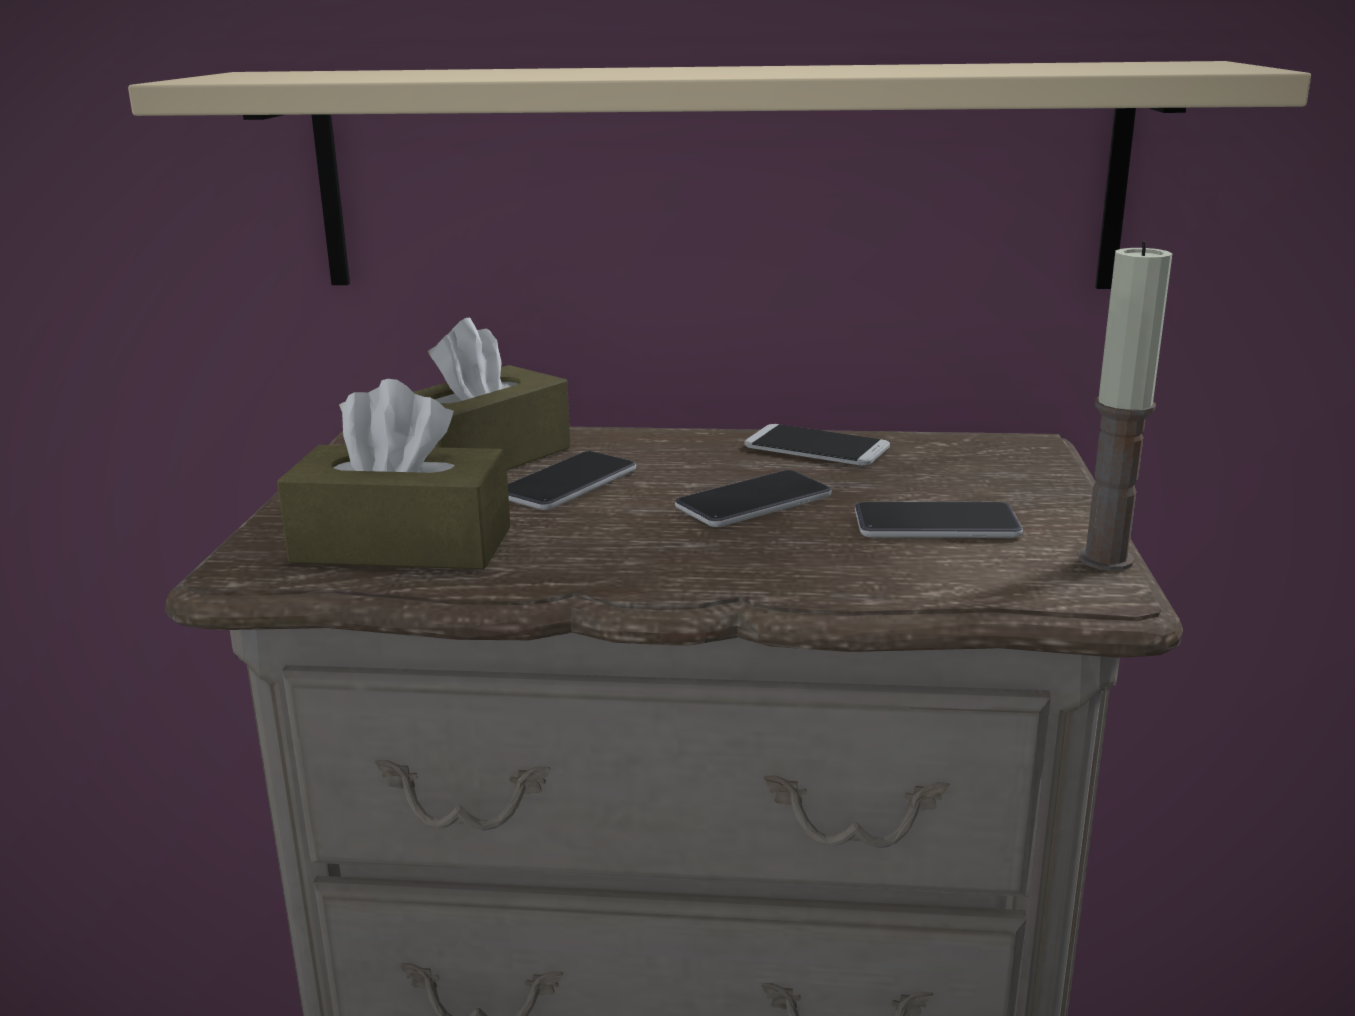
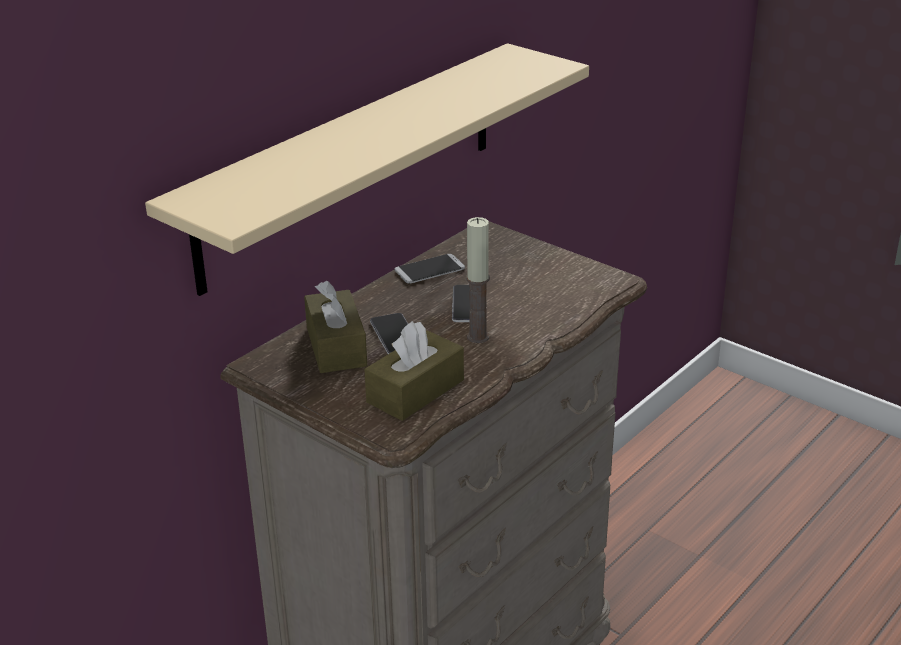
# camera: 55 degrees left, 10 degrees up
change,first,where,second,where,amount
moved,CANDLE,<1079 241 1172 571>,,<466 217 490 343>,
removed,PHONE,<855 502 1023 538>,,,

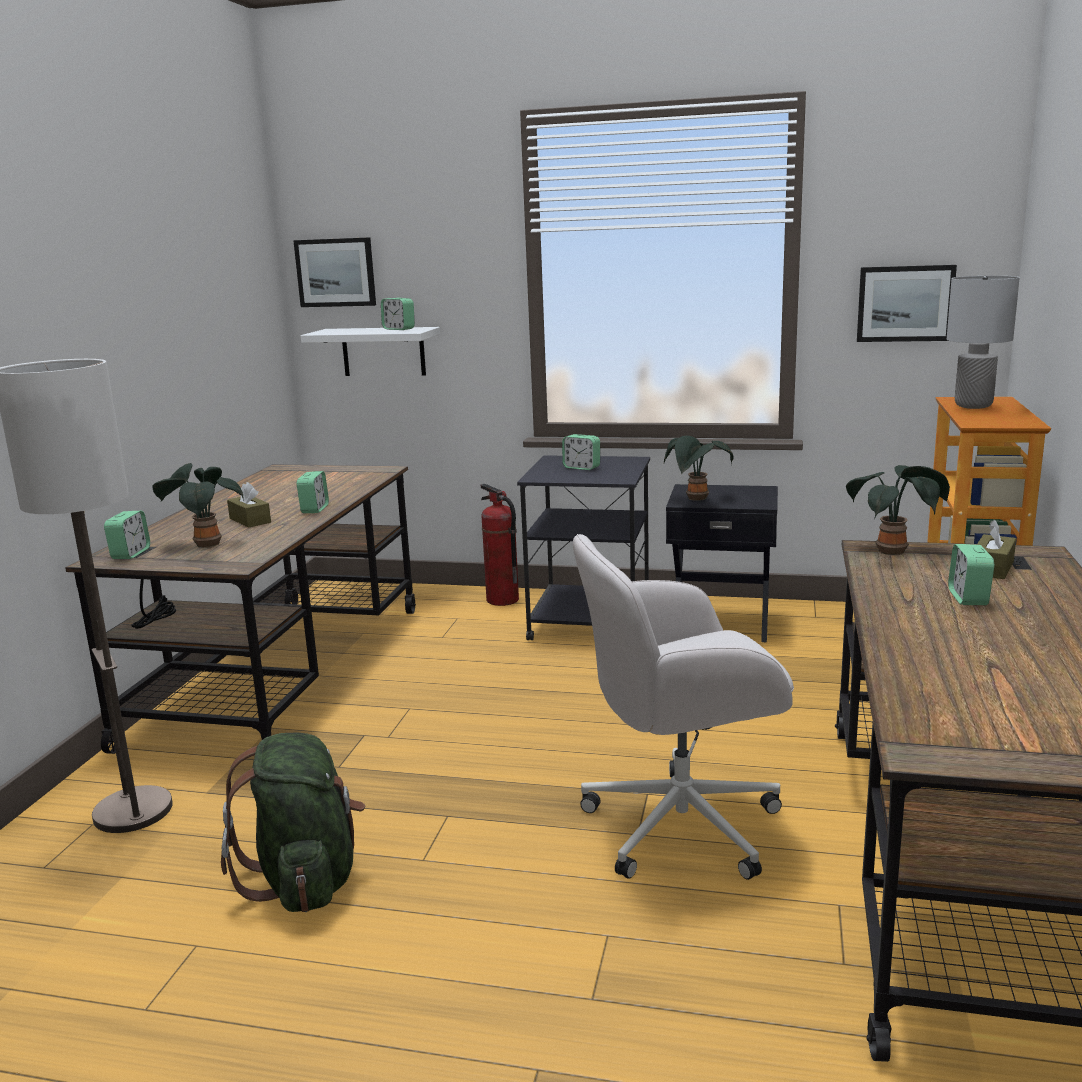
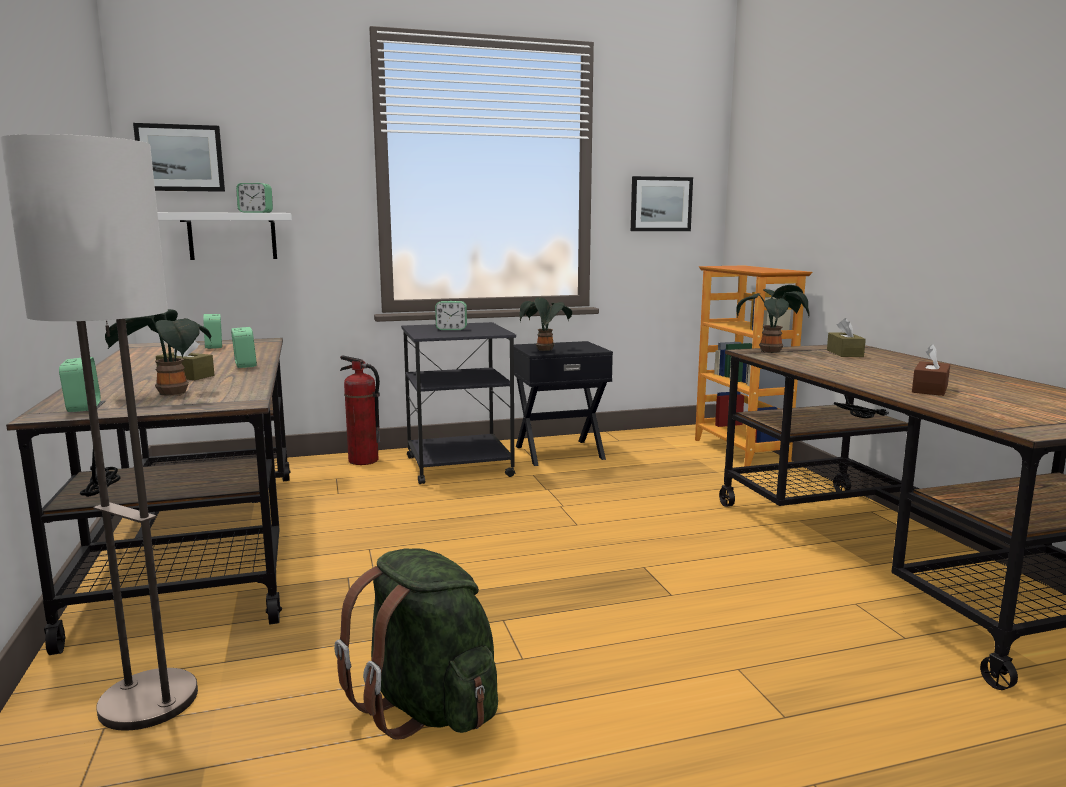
# camera: 30 degrees left, 5 degrees down
change,first,where,second,where,amount
moved,ALARM CLOCK,<948 544 994 605>,,<203 314 222 349>,
added,,,BROWN TISSUE BOX,<912 344 950 396>,
removed,WHITE OFFICE CHAIR,<573 534 794 880>,,,
removed,GREY TABLE LAMP,<947 276 1020 409>,,,

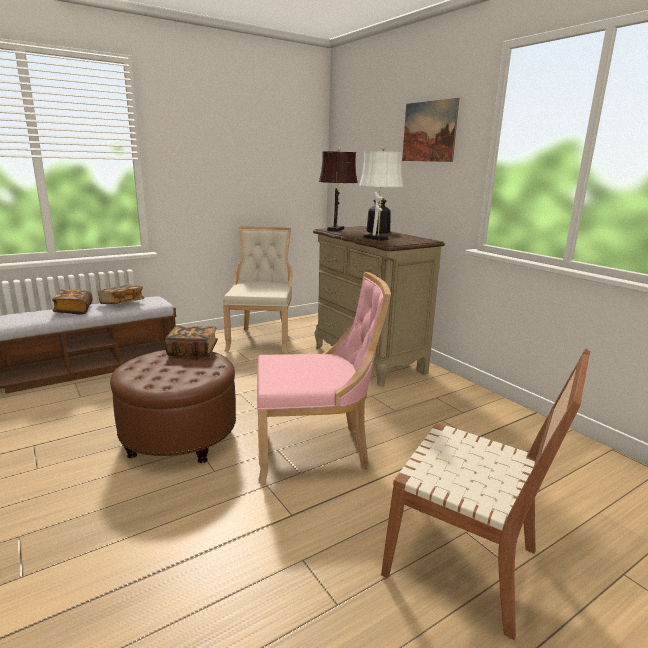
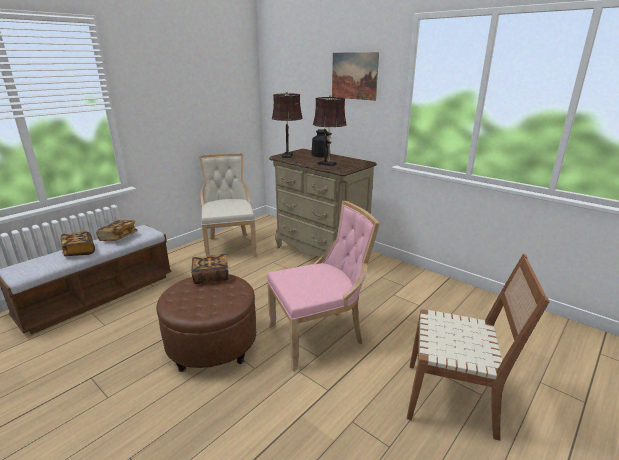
# camera: 15 degrees left, 5 degrees up
change,first,where,second,where,amount
recoloured,WHITE TABLE LAMP,<359 147 404 241>,BROWN TABLE LAMP,<313 94 347 167>,

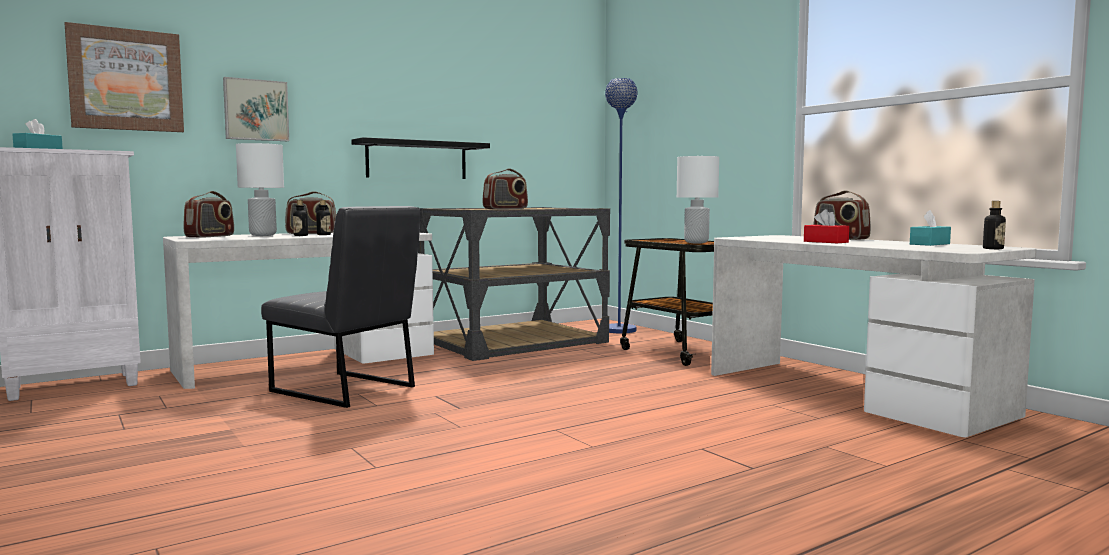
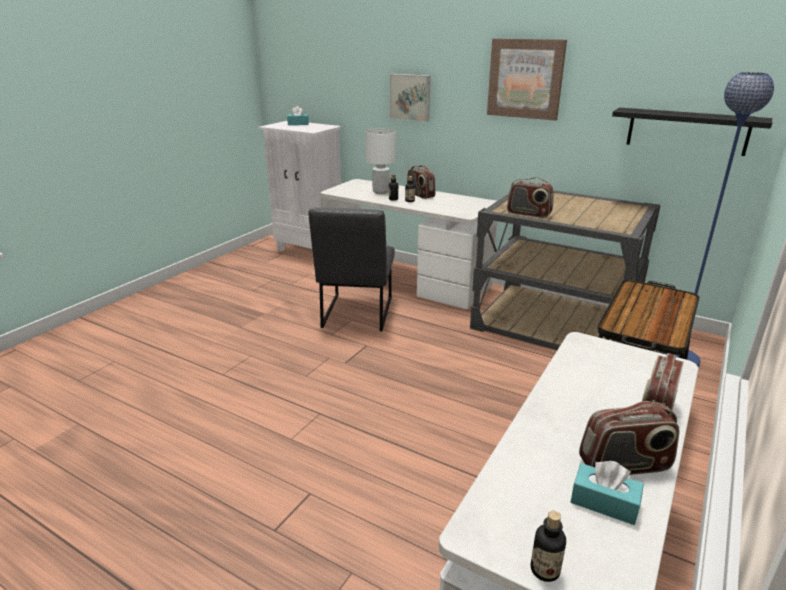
# camera: 65 degrees right, 20 degrees up
change,first,where,second,where,amount
moved,PICTURE,<64 22 184 132>,,<487 38 567 121>,
moved,RADIO,<183 191 234 238>,,<579 401 679 475>,
moved,BLACK SHELF,<351 137 490 179>,,<612 108 772 156>,
removed,WHITE TABLE LAMP,<677 156 719 244>,,,
removed,RED TISSUE BOX,<804 209 849 243>,,,

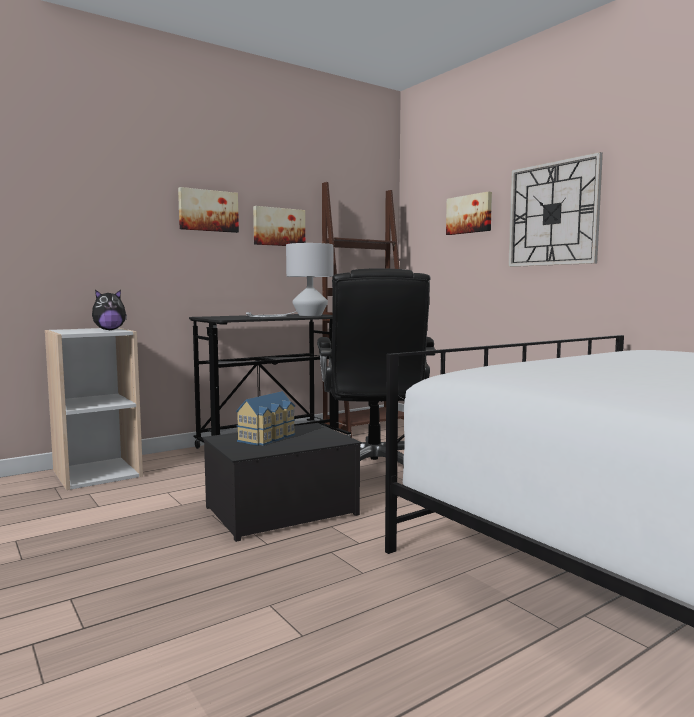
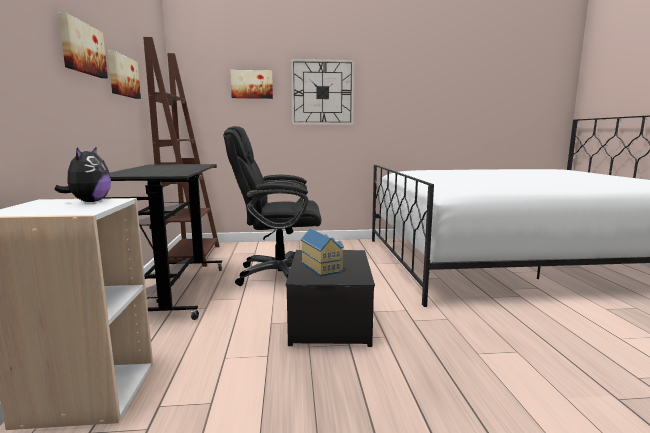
# camera: 60 degrees left, 5 degrees up
change,first,where,second,where,amount
turned,BLACK OFFICE CHAIR,<317 268 435 465>,,<223 126 321 286>,150 degrees clockwise
removed,WHITE TABLE LAMP,<246 243 333 317>,,,

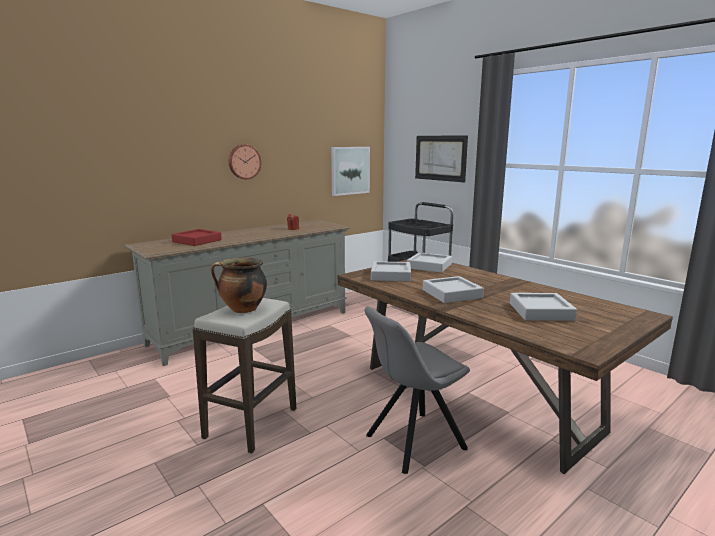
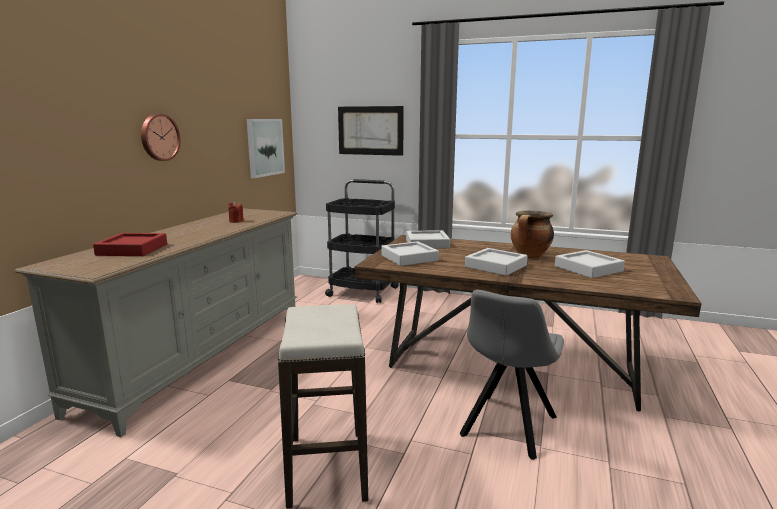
# camera: 30 degrees left, 0 degrees up
change,first,where,second,where,amount
moved,COOKING POT,<211 258 267 313>,,<511 211 554 258>,

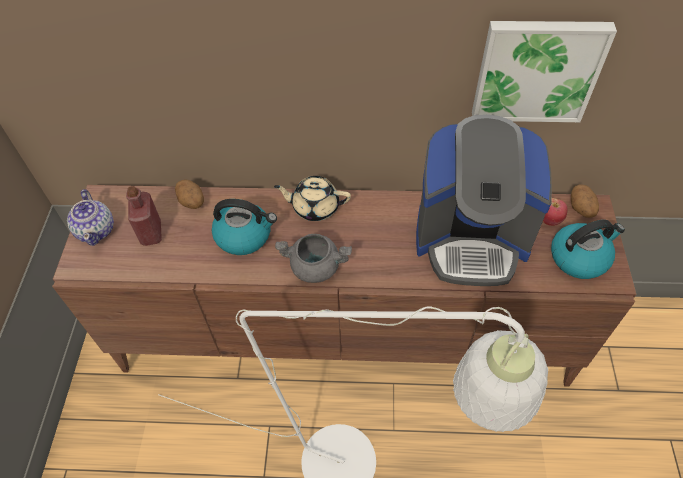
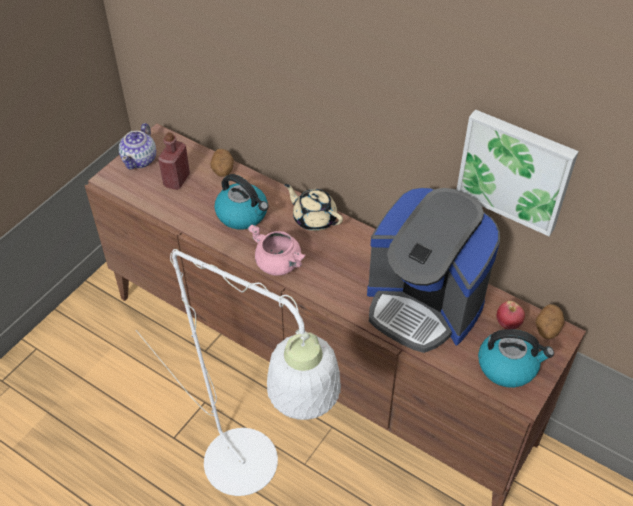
# camera: 30 degrees right, 5 degrees down
change,first,where,second,where,amount
recoloured,GREY COOKING POT,<275 234 352 283>,PINK COOKING POT,<248 225 305 276>,

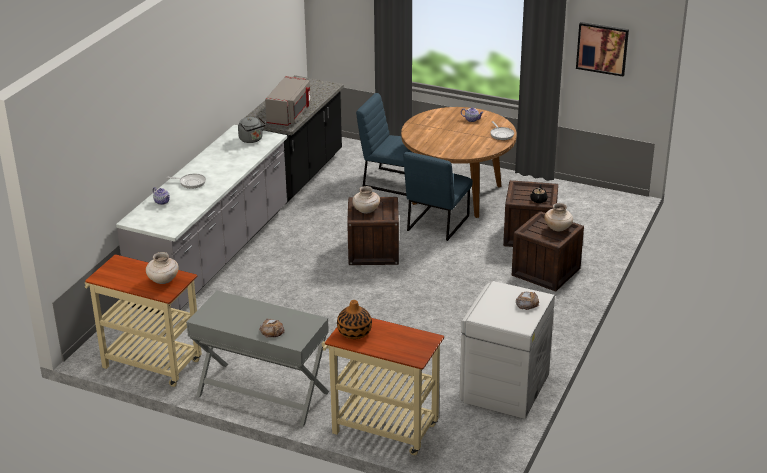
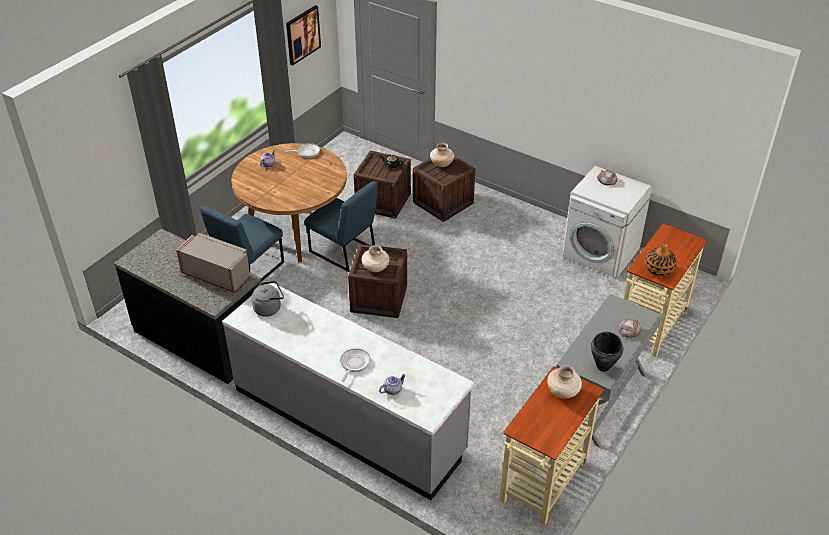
# camera: 80 degrees left, 10 degrees up
change,first,where,second,where,amount
added,,,BLACK COOKING POT,<591 332 624 372>,

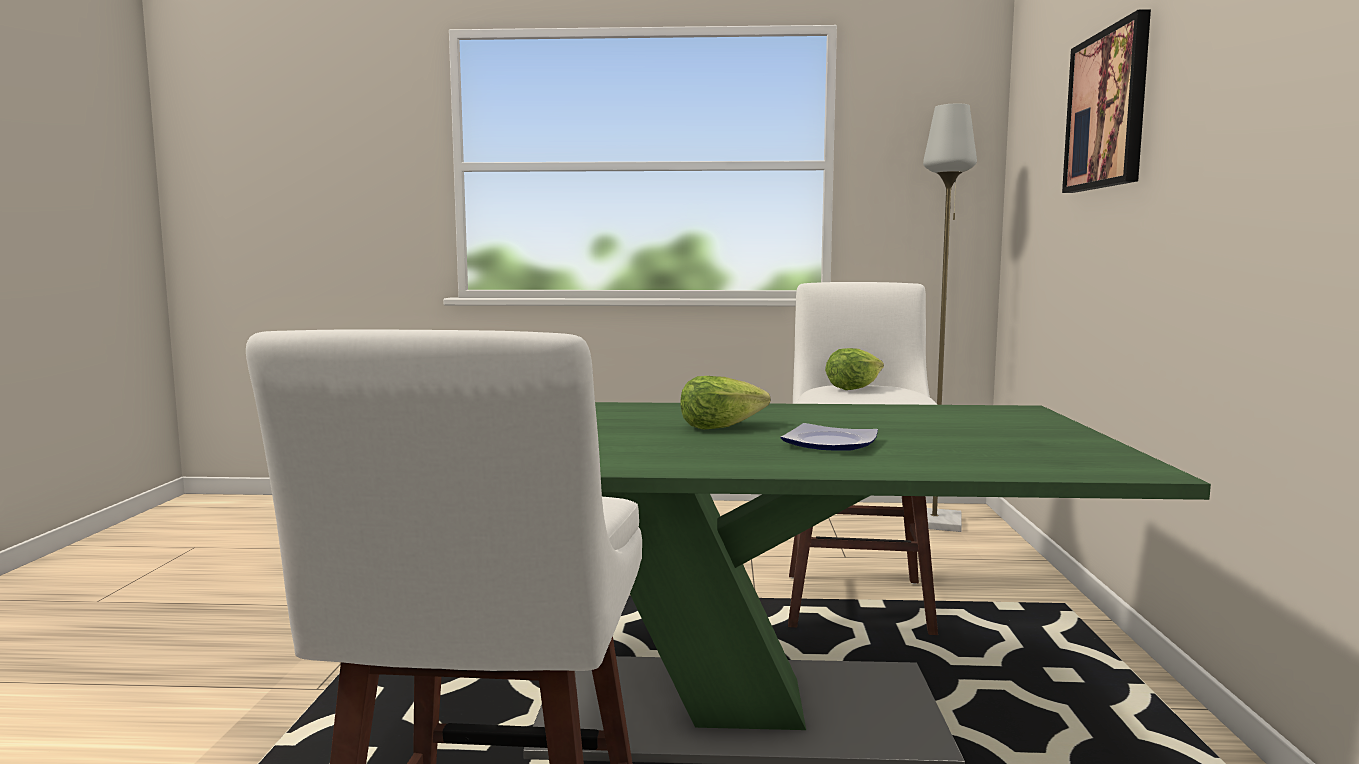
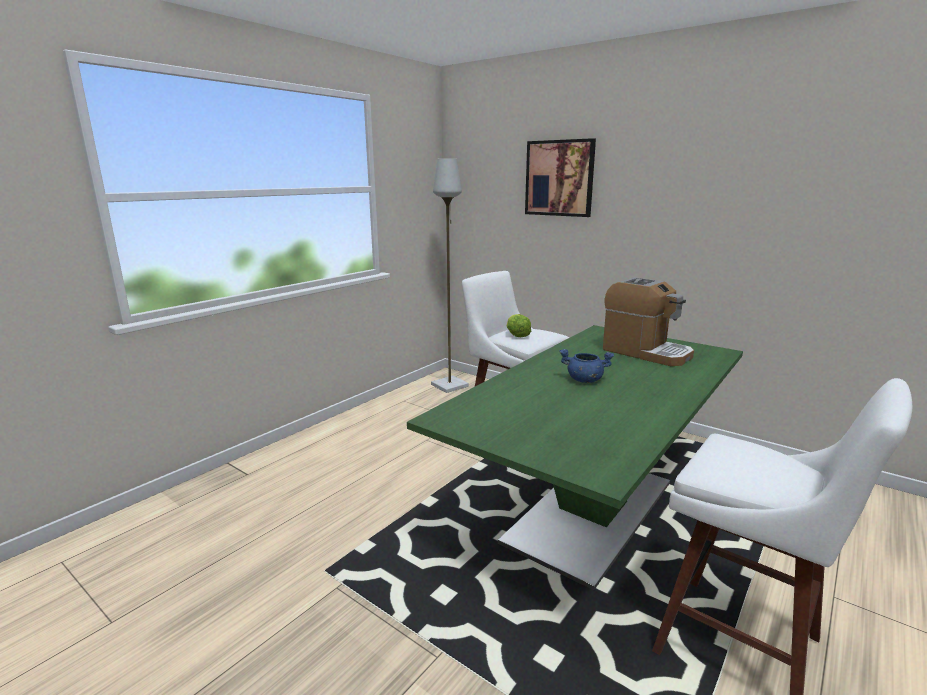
# camera: 55 degrees left, 10 degrees up
change,first,where,second,where,amount
replaced,LETTUCE,<680 376 771 429>,BLUE COOKING POT,<559 349 614 383>,
added,,,COFFEE MACHINE,<603 277 694 366>,
removed,PLATE,<780 423 878 451>,,,

